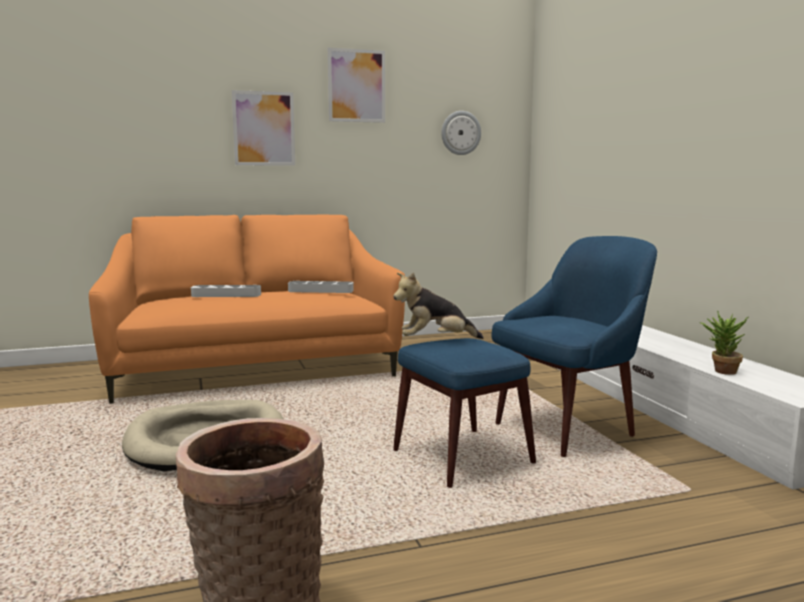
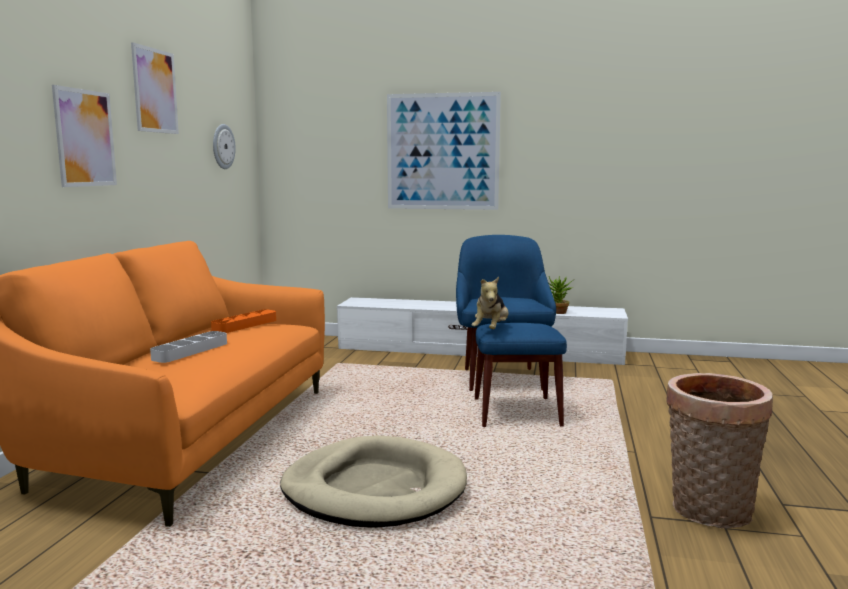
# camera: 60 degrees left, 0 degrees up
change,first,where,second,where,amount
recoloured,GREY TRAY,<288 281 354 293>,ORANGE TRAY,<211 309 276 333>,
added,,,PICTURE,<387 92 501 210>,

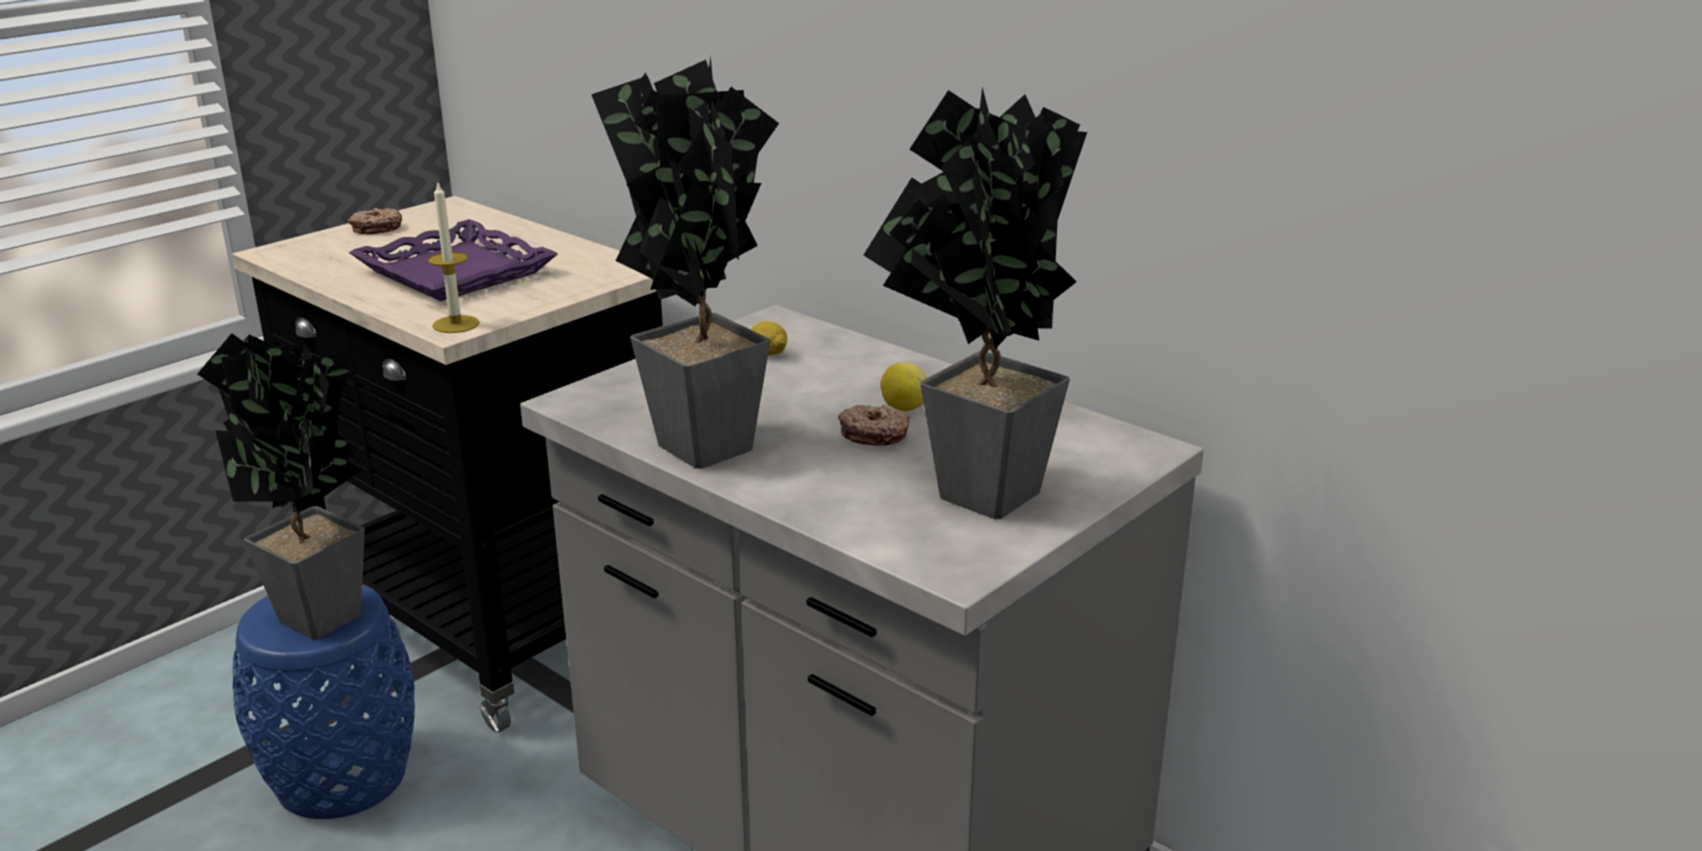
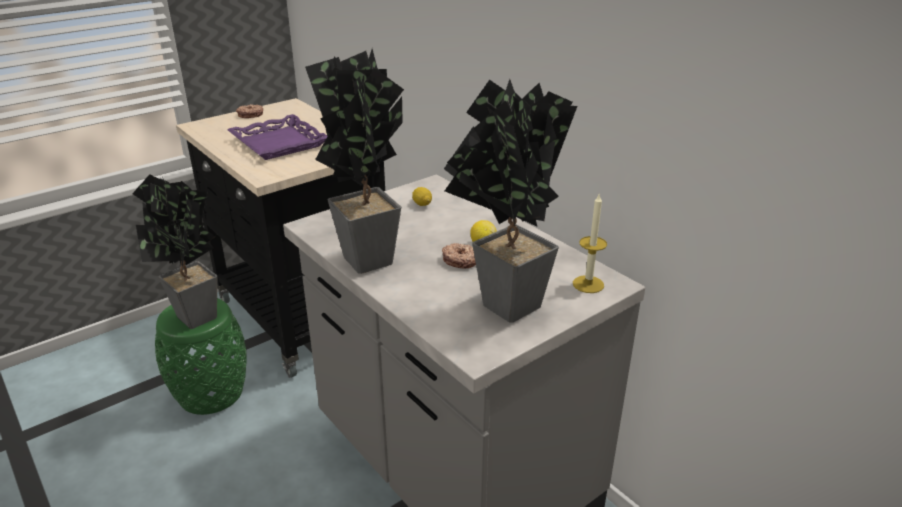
# camera: 10 degrees right, 5 degrees up
change,first,where,second,where,amount
recoloured,BLUE STOOL,<232 584 415 819>,GREEN STOOL,<155 298 247 415>,
moved,CANDLE,<427 183 479 333>,,<573 194 607 293>,

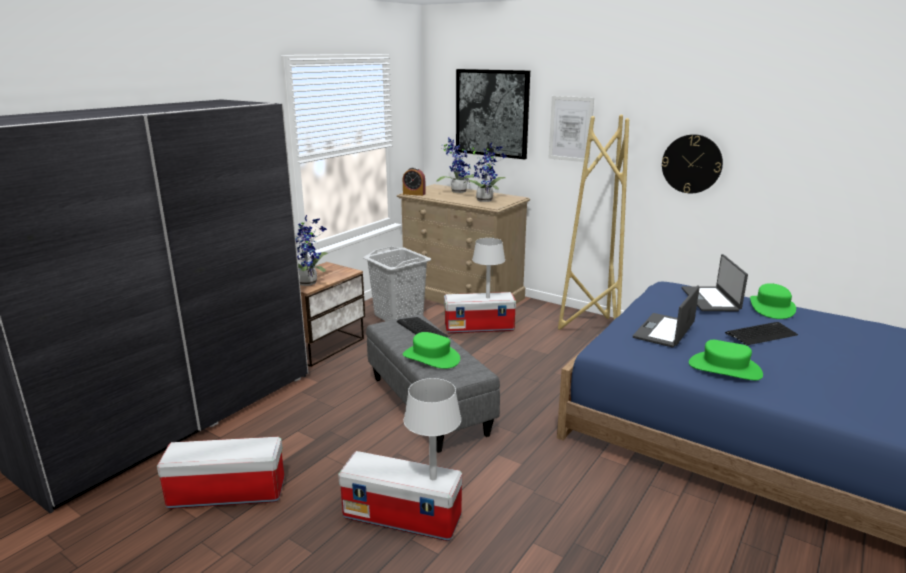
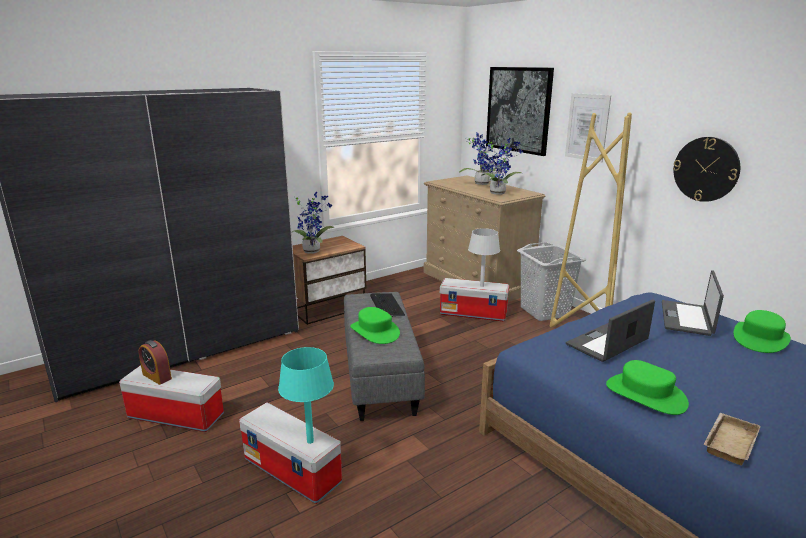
# camera: 20 degrees right, 0 degrees up
change,first,where,second,where,amount
moved,ALARM CLOCK,<403 167 426 196>,,<139 340 172 385>,
recoloured,GREY TABLE LAMP,<403 378 461 480>,TURQUOISE TABLE LAMP,<278 347 334 444>,
moved,GREY LAUNDRY BASKET,<363 246 431 321>,,<517 242 586 321>,
added,,,BEIGE TRAY,<703 413 761 465>,
removed,KEYBOARD,<725 322 798 345>,,,

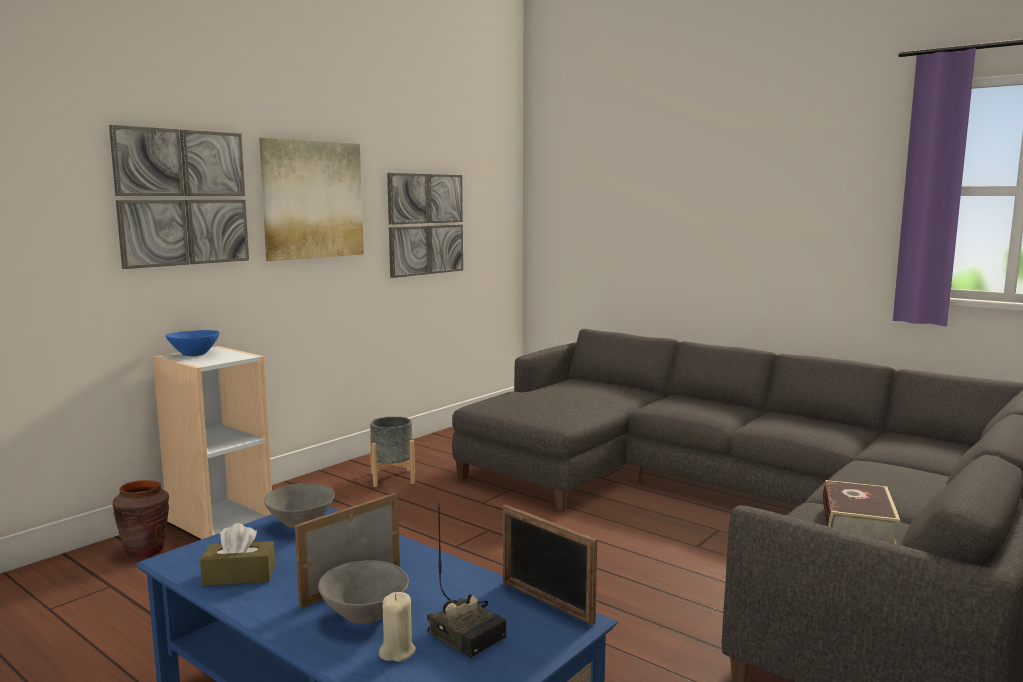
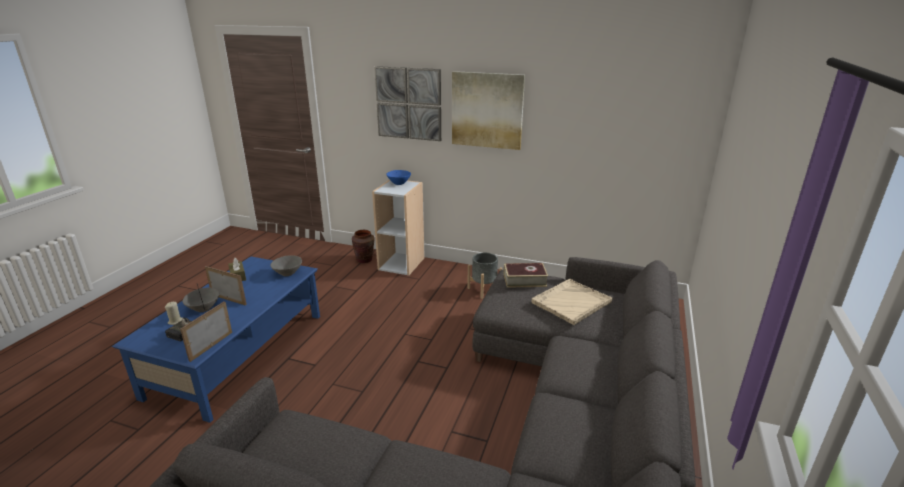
# camera: 70 degrees right, 15 degrees up
change,first,where,second,where,amount
moved,BOOK,<823 480 900 544>,,<504 263 548 288>,
added,,,BEIGE TRAY,<531 279 612 325>,
removed,PICTURE,<387 173 463 278>,,,

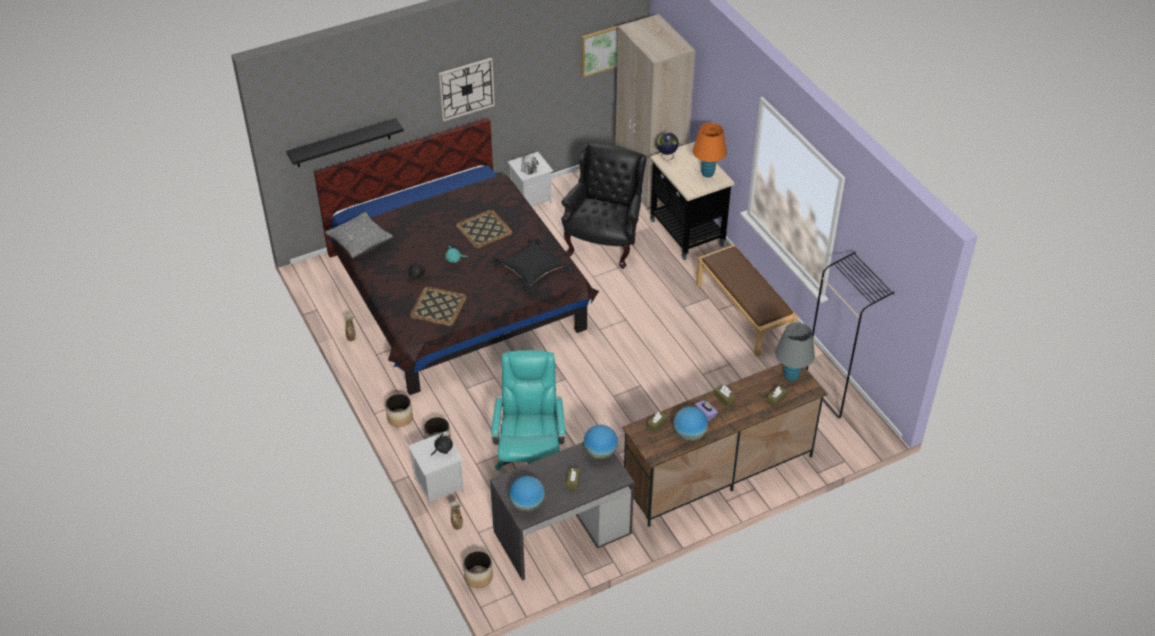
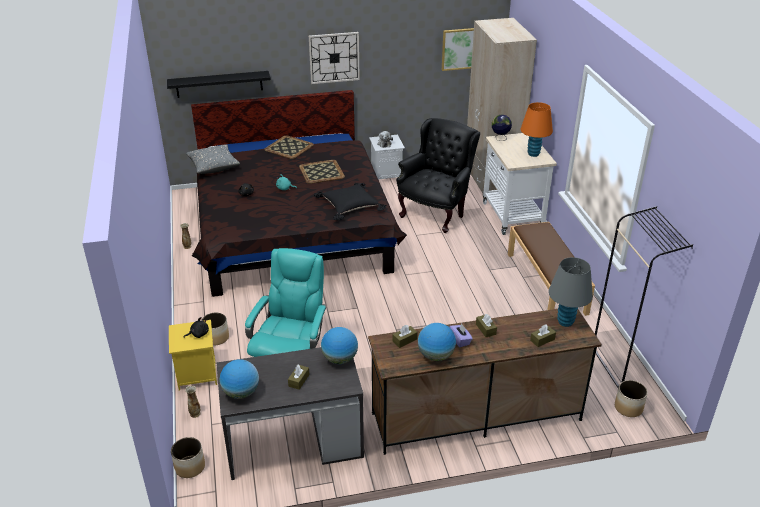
# camera: 15 degrees right, 10 degrees down
change,first,where,second,where,amount
recoloured,GREY NIGHTSTAND,<408 431 464 506>,YELLOW NIGHTSTAND,<169 320 217 391>,
moved,TRAY,<410 287 467 326>,,<264 135 314 159>,
recoloured,BLACK CART,<650 142 734 260>,WHITE CART,<483 133 557 235>,
moved,PLANTER,<385 393 413 427>,,<615 380 648 417>,

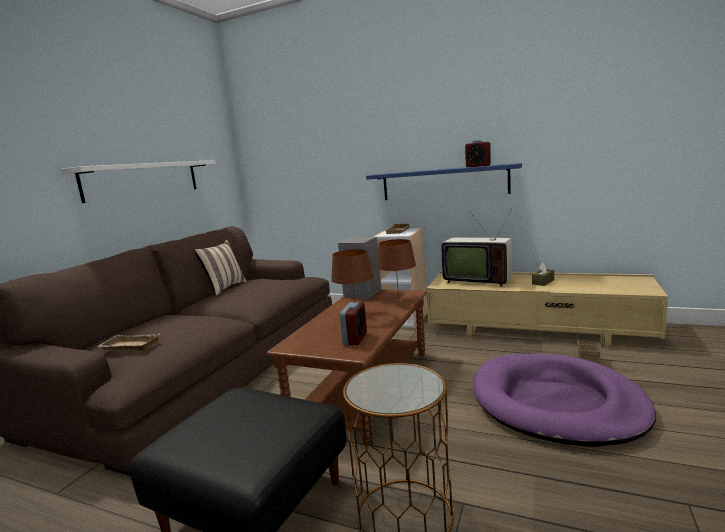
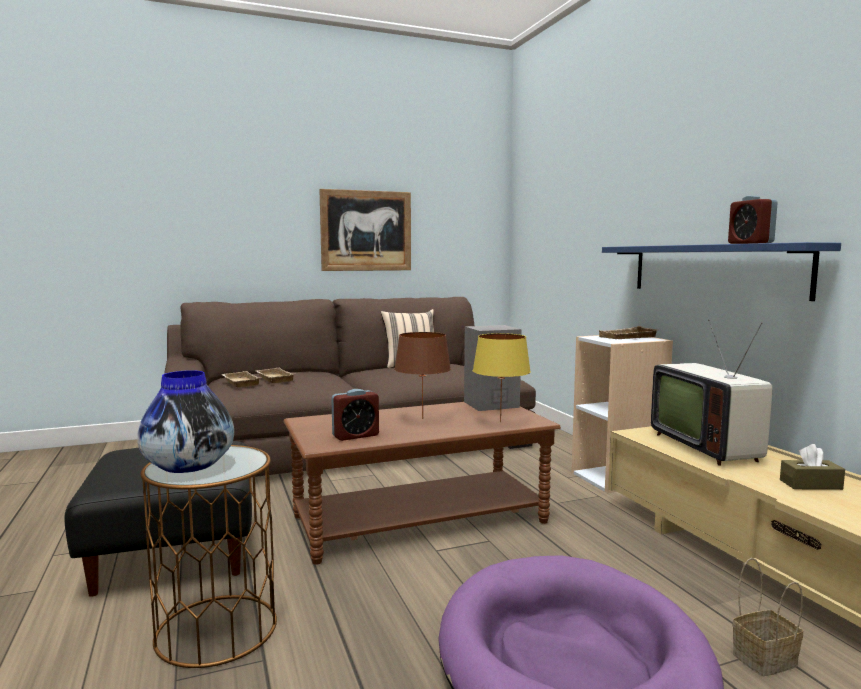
# camera: 45 degrees right, 5 degrees down
change,first,where,second,where,amount
added,,,VASE,<137 370 234 473>,
added,,,BEIGE TRAY,<256 368 294 383>,
replaced,WHITE SHELF,<61 160 216 203>,PICTURE,<319 189 411 271>,
recoloured,BROWN TABLE LAMP,<377 239 416 300>,YELLOW TABLE LAMP,<473 333 531 422>,

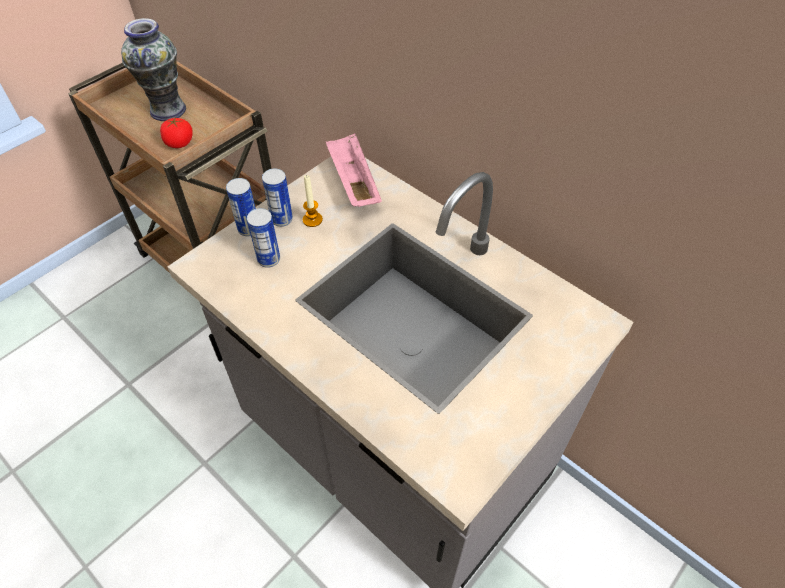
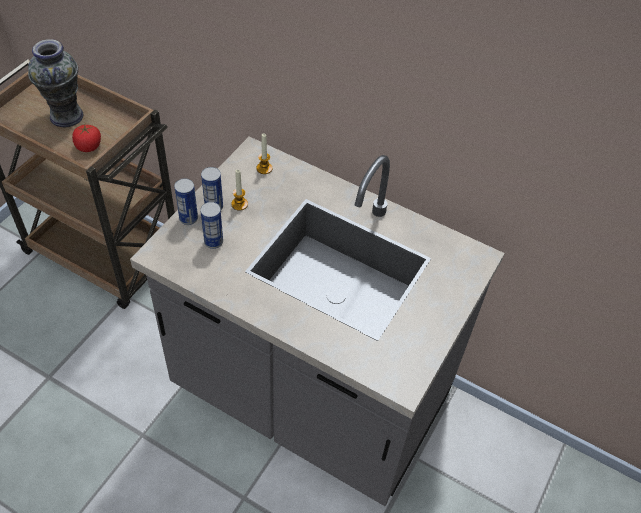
# camera: 15 degrees left, 0 degrees up
change,first,where,second,where,amount
replaced,PINK TRAY,<326 134 382 207>,CANDLE,<256 133 272 174>,

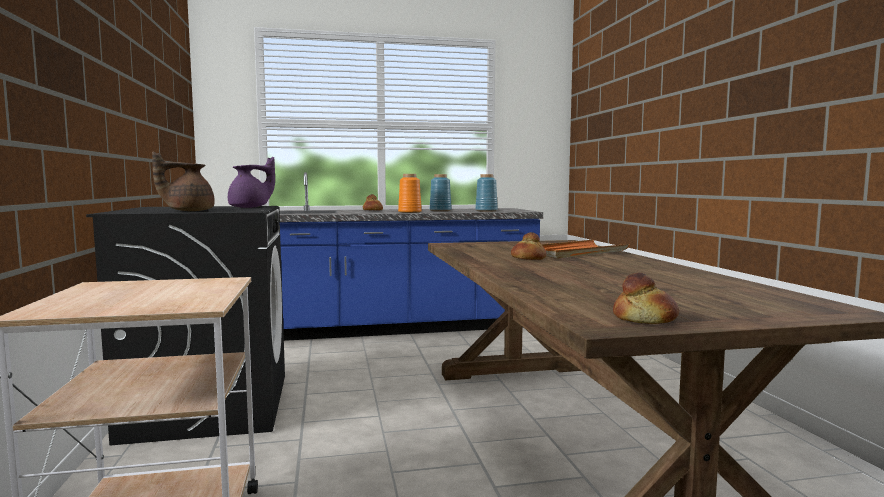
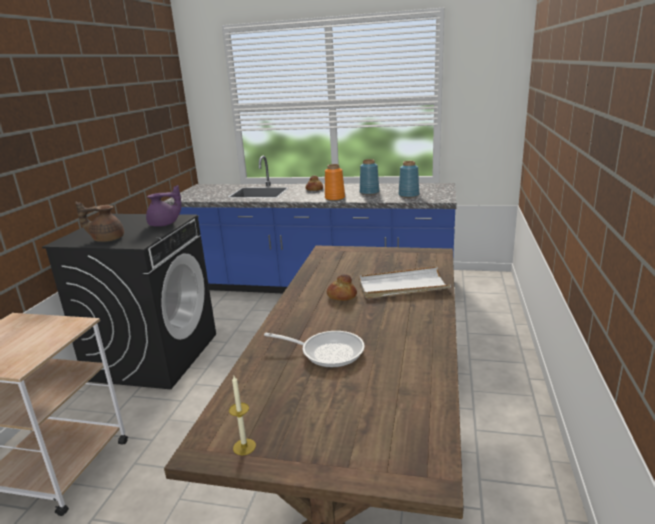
# camera: 25 degrees right, 15 degrees up
change,first,where,second,where,amount
replaced,BREAD,<613 273 679 324>,CANDLE,<229 376 256 455>,
added,,,FRYING PAN,<264 331 365 367>,
recoloured,ORANGE TRAY,<542 240 630 258>,WHITE TRAY,<359 267 451 298>,

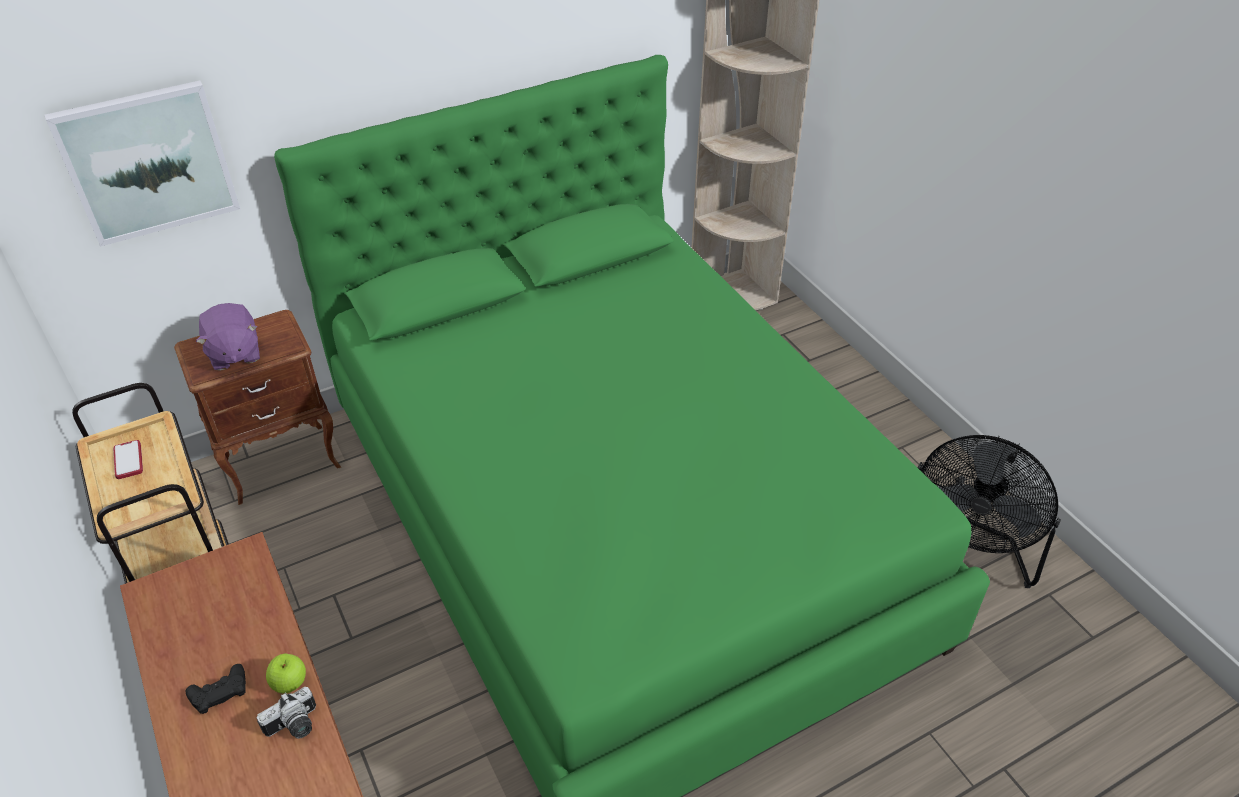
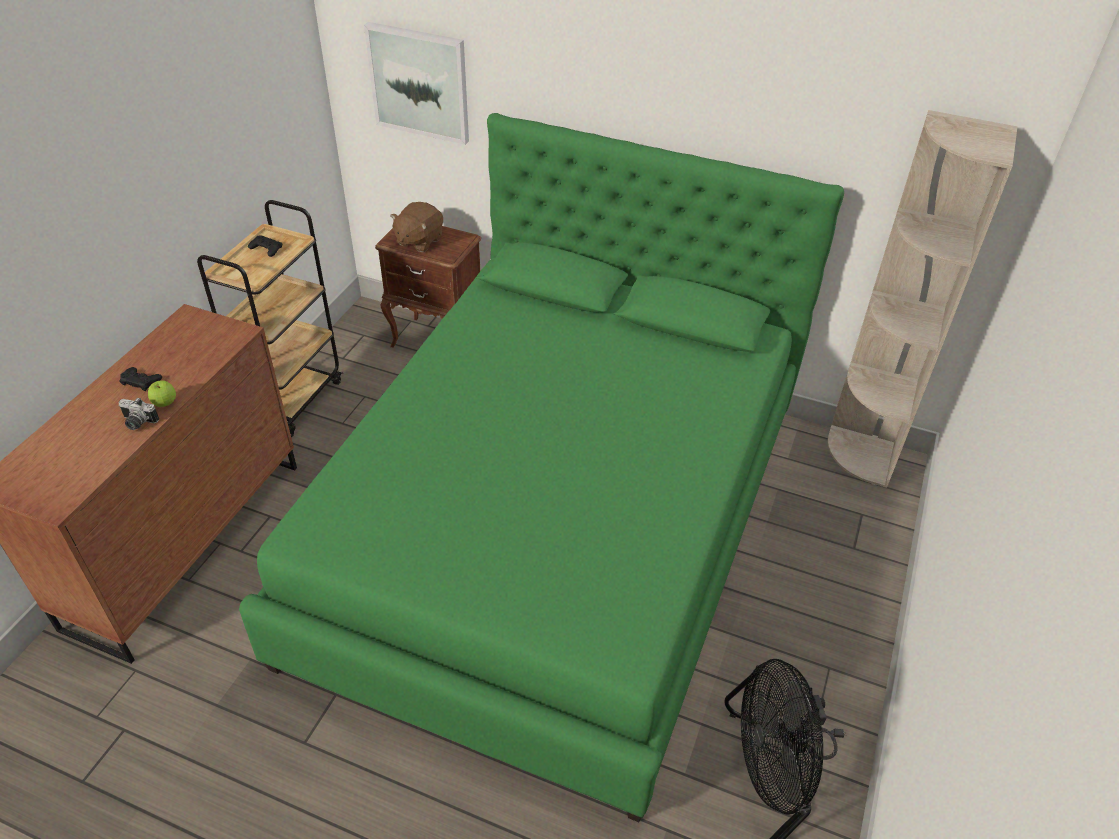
# camera: 50 degrees right, 0 degrees up
change,first,where,second,where,amount
replaced,PHONE,<113 440 143 479>,BLACK GAME CONTROLLER,<248 235 282 257>,
recoloured,PURPLE PLUSH TOY,<196 303 260 371>,BROWN PLUSH TOY,<390 202 443 252>,

